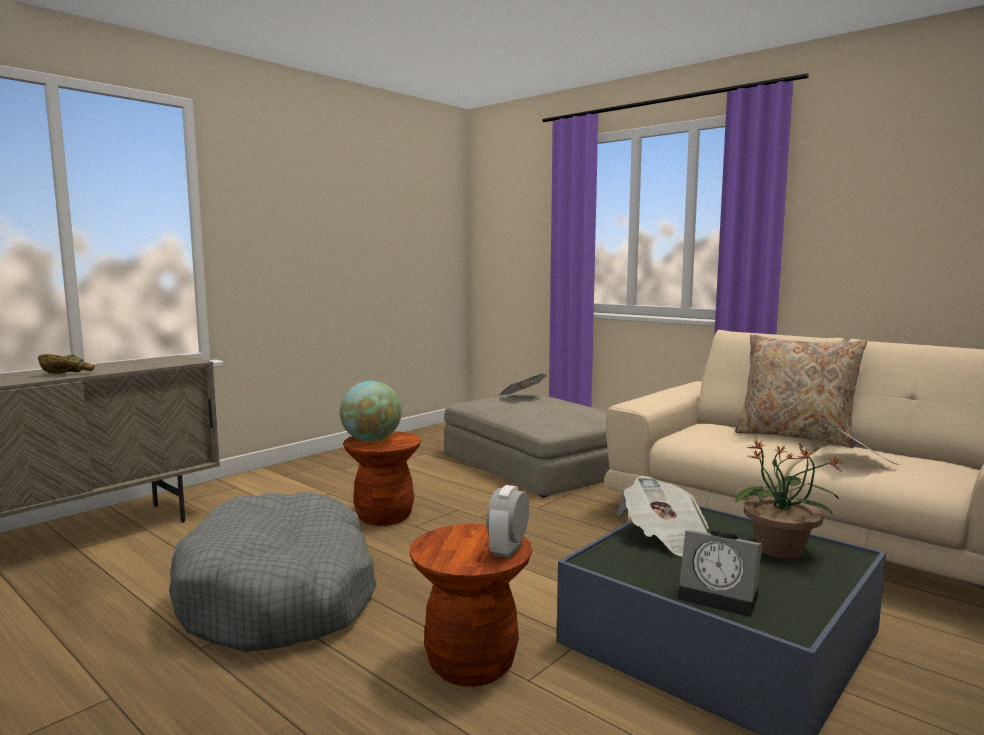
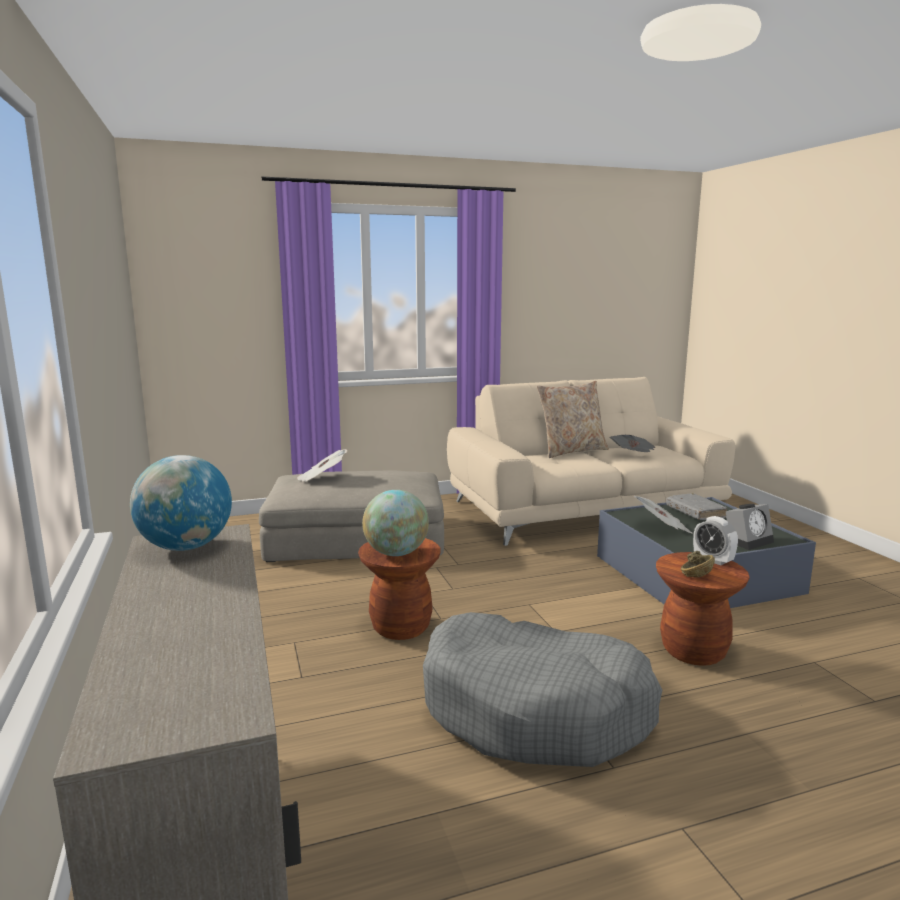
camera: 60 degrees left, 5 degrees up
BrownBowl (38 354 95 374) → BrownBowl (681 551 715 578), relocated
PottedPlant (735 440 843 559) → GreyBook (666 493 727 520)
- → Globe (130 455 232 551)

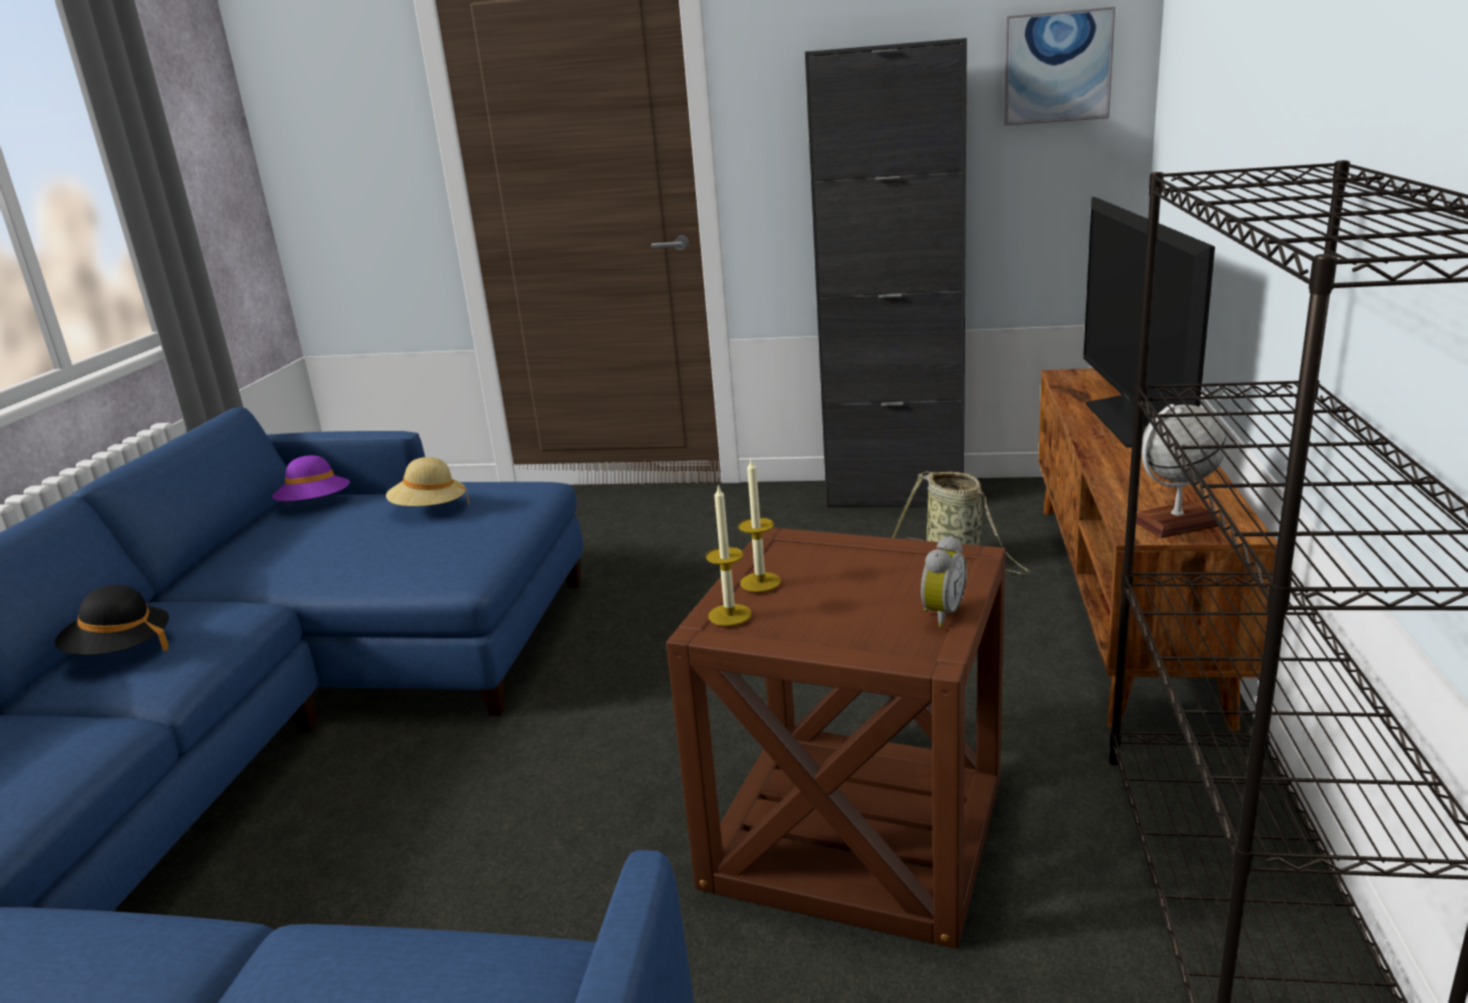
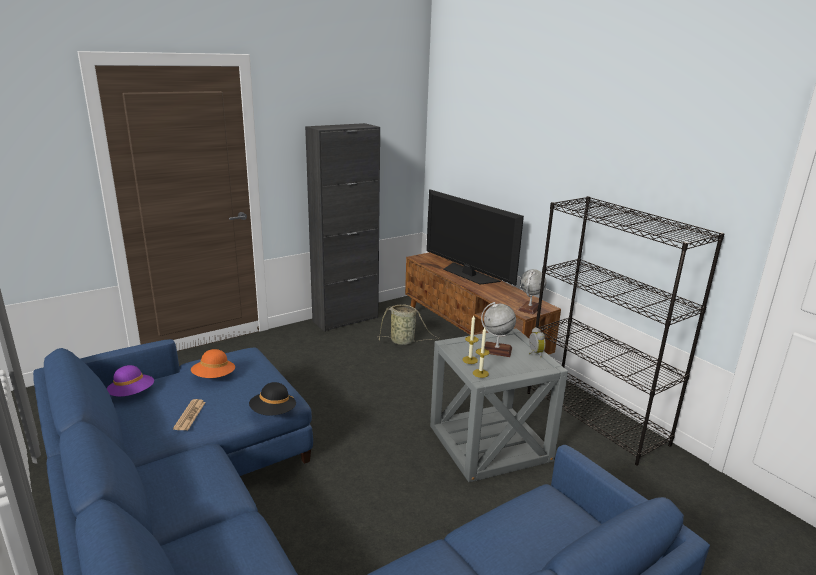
camera: 45 degrees left, 0 degrees up
BlackHat (55 585 169 655) → BlackHat (249 382 296 416), relocated
BeigeHat (386 457 469 506) → OrangeHat (191 349 235 378)
BrownSideTable (666 527 1006 949) → GreySideTable (430 328 568 482)
Picture (1004 7 1115 126) → -
- → Newspaper (173 399 206 430)
- → Globe (481 302 516 357)

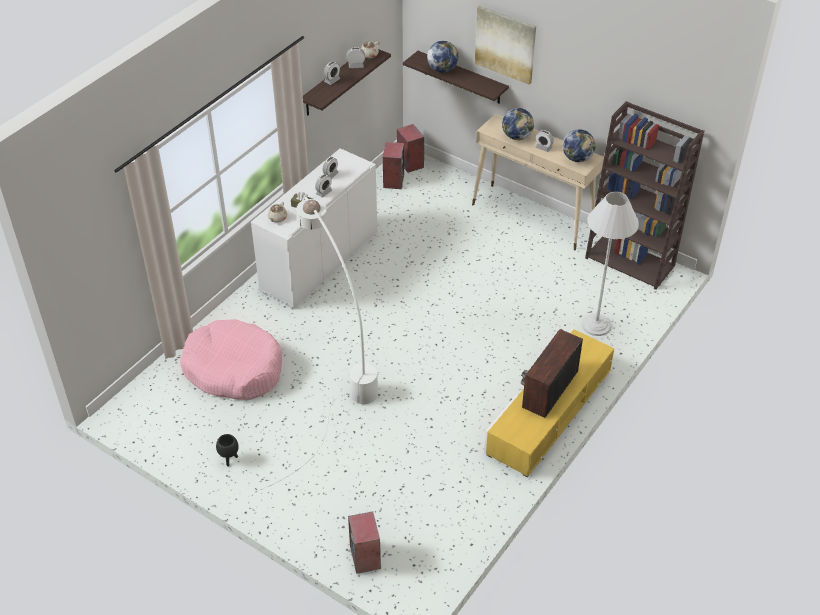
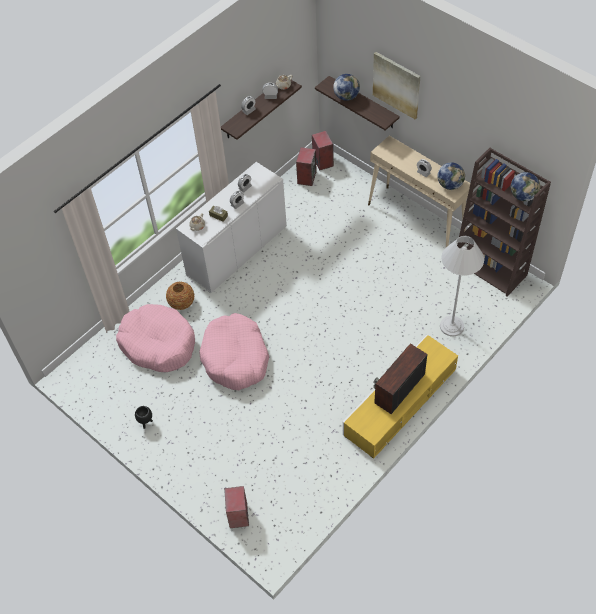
camera: 10 degrees right, 10 degrees up
WhiteFloorLamp (255 197 378 492) → PinkDogBed (199 313 269 390)
Globe (502 108 534 140) → Globe (511 172 541 202), relocated
- → Vase (166 282 194 310)

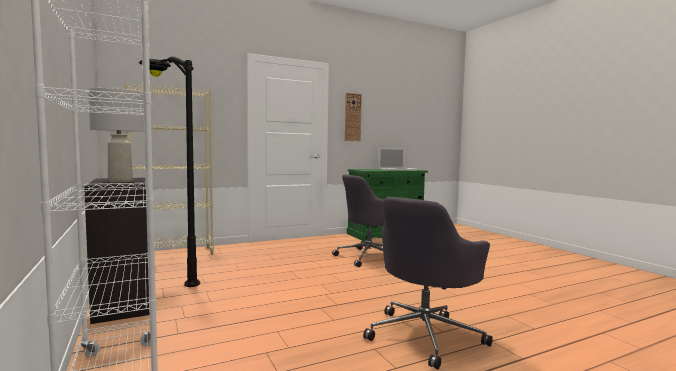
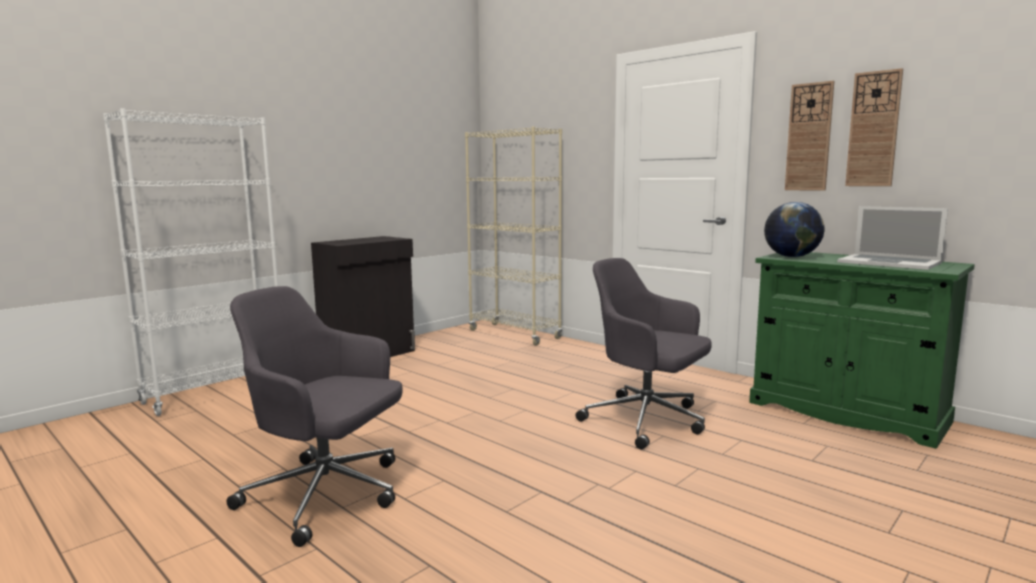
camera: 70 degrees right, 5 degrees up
GreyTableLamp (88 88 144 183) → -
BlackFloorLamp (139 56 200 287) → -
- → Globe (764 202 824 257)
- → WallClock (845 68 903 186)

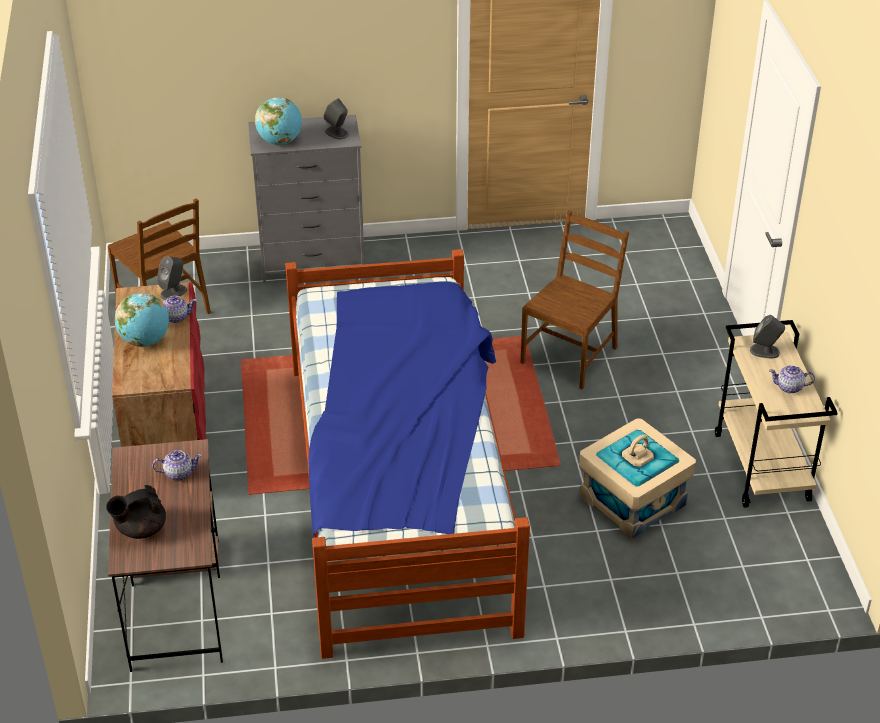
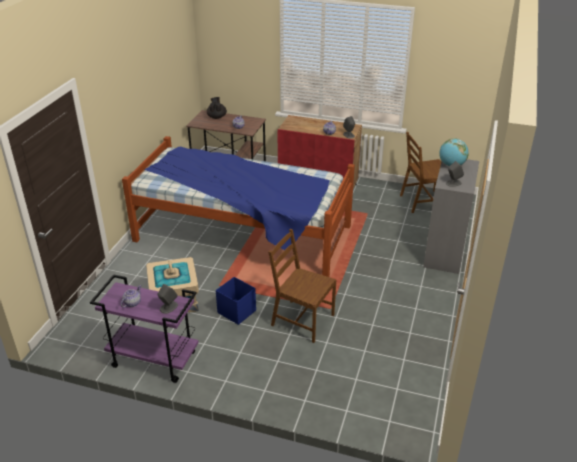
camera: 115 degrees right, 5 degrees down
Globe (115 293 169 347) → -
BrownChair (521 210 629 389) → BrownChair (268 229 336 343), 150 degrees clockwise
BeigeCart (715 320 838 508) → PurpleCart (90 274 199 383)
- → BlueStorageBox (216 277 256 325)

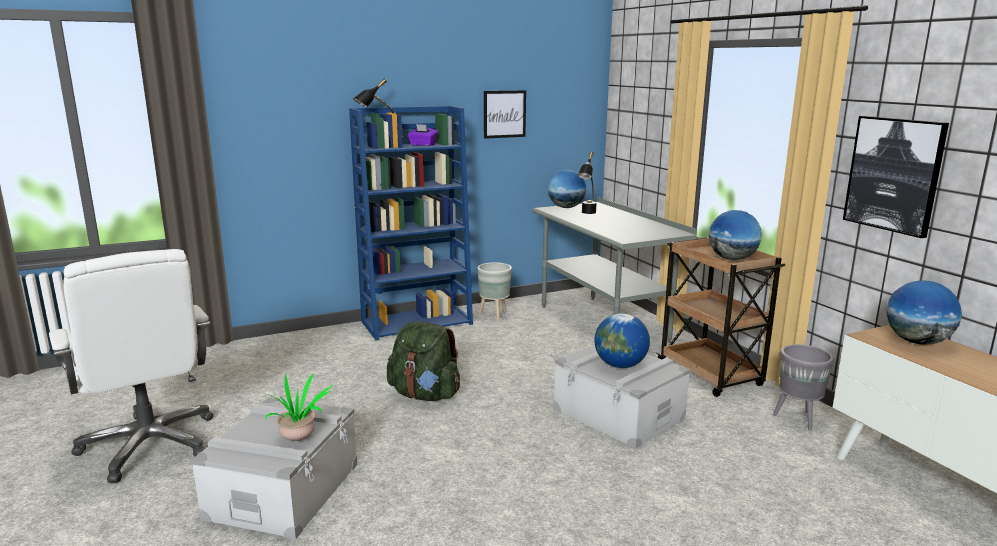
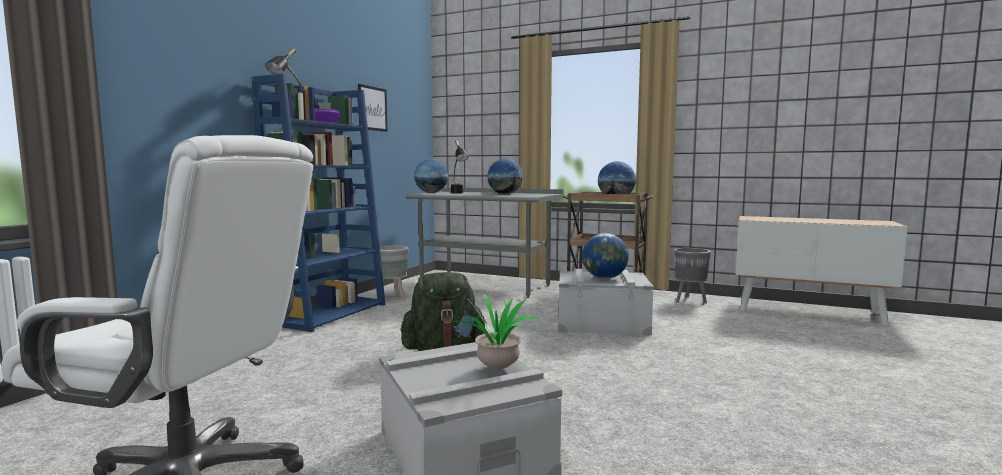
camera: 40 degrees left, 10 degrees down
Picture (843 116 949 238) → -
Globe (886 280 962 345) → Globe (487 159 523 194), relocated

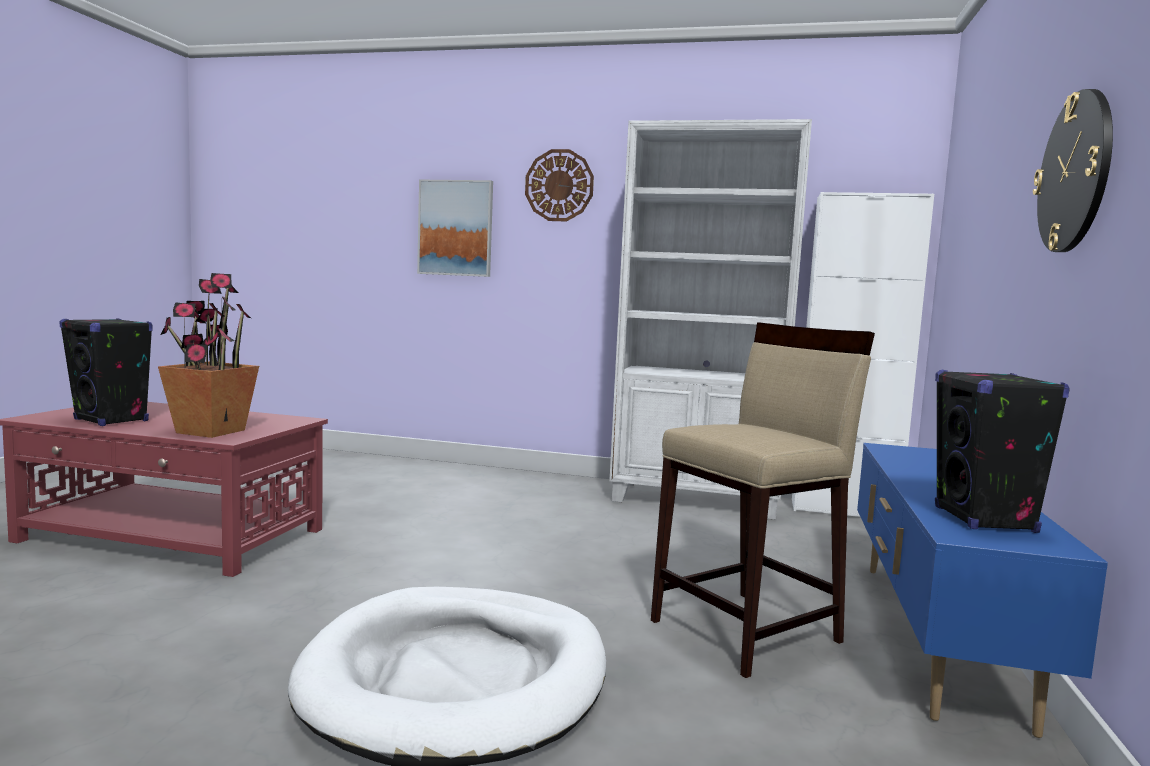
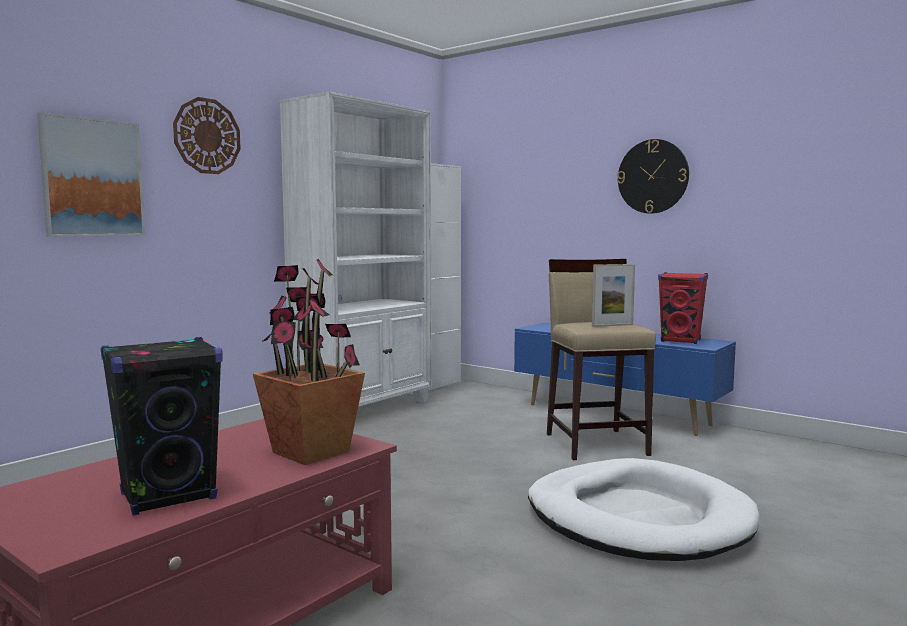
camera: 65 degrees left, 0 degrees up
BlackSpeaker (935 370 1070 533) → RedSpeaker (658 272 708 344)
- → PictureFrame (592 264 635 327)

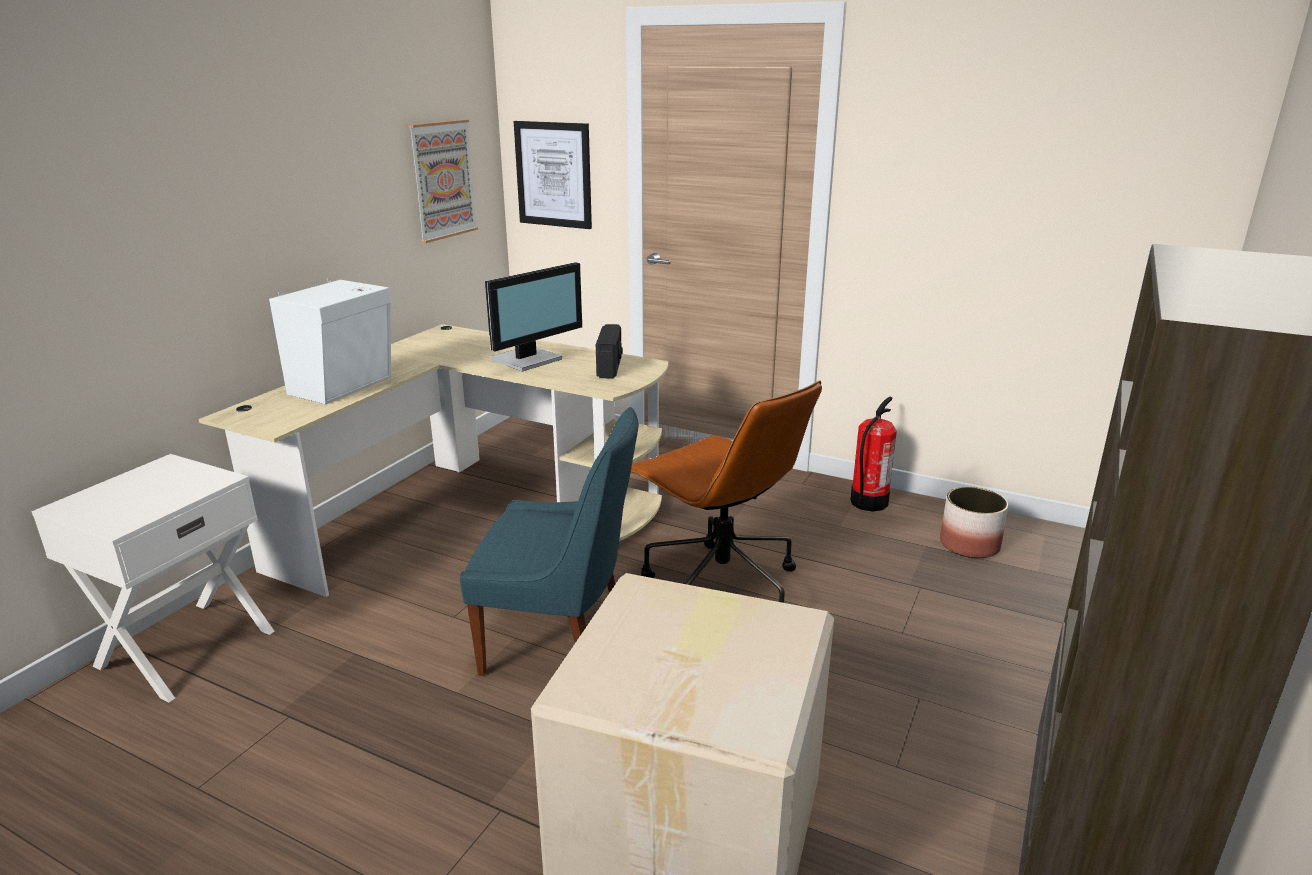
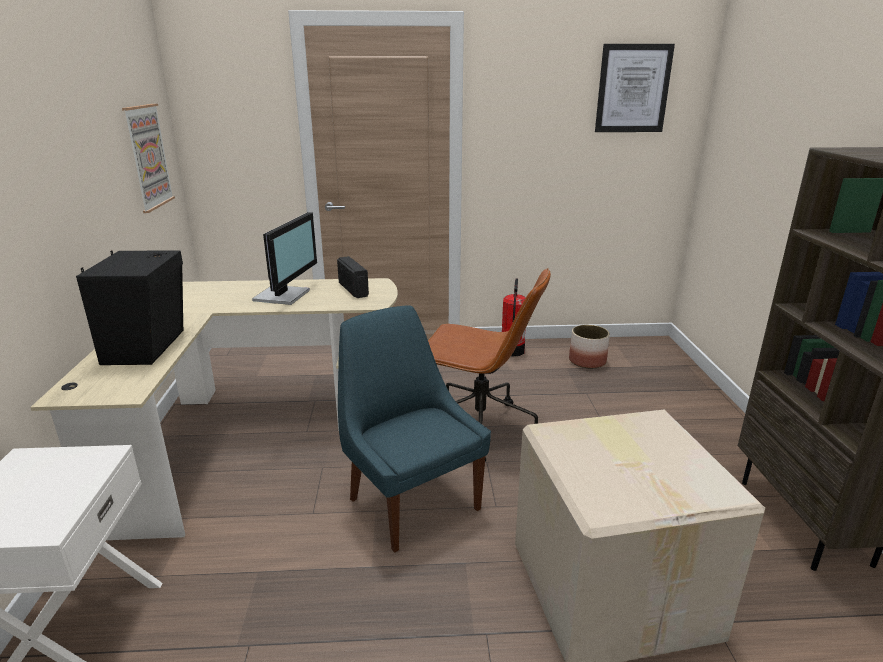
camera: 30 degrees left, 0 degrees up
WhiteSpeaker (269 278 391 404) → BlackSpeaker (76 250 183 365)
BlueChair (460 407 638 676) → BlueChair (338 305 491 553), 105 degrees counterclockwise
Picture (514 121 592 229) → Picture (595 44 675 132), relocated

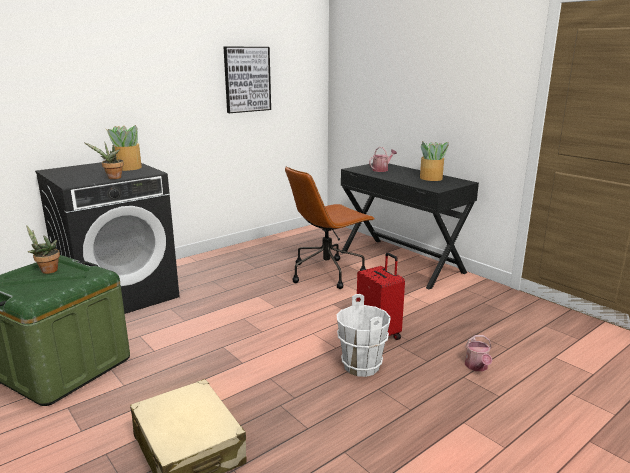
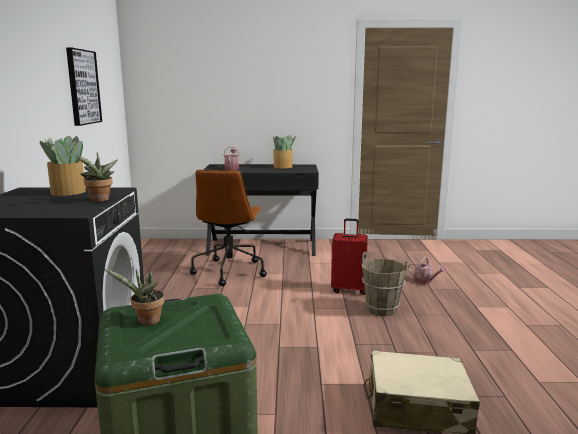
camera: 50 degrees left, 5 degrees down
WhiteBucket (337 294 391 377) → BrownBucket (362 252 408 316)

